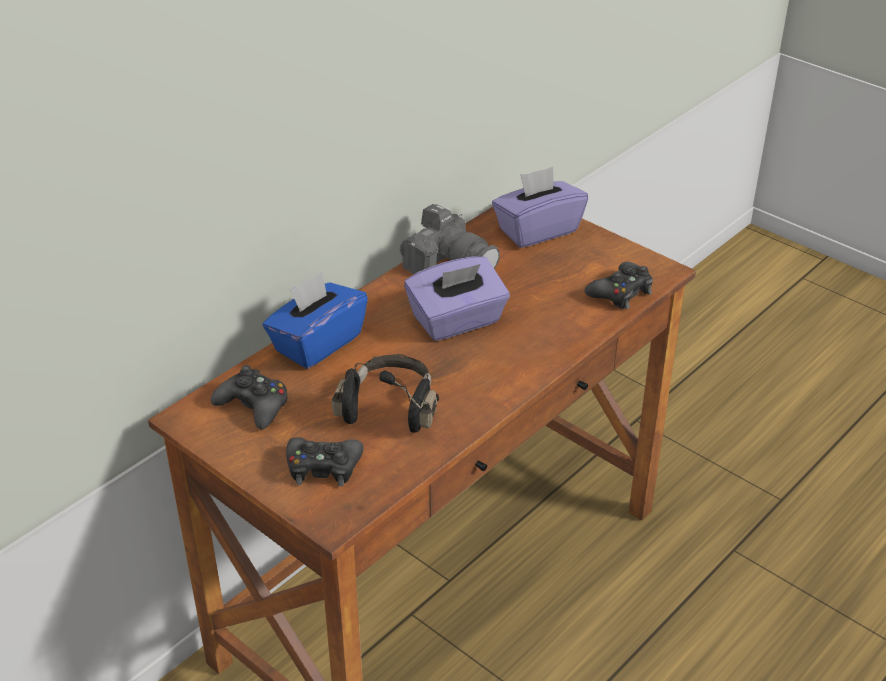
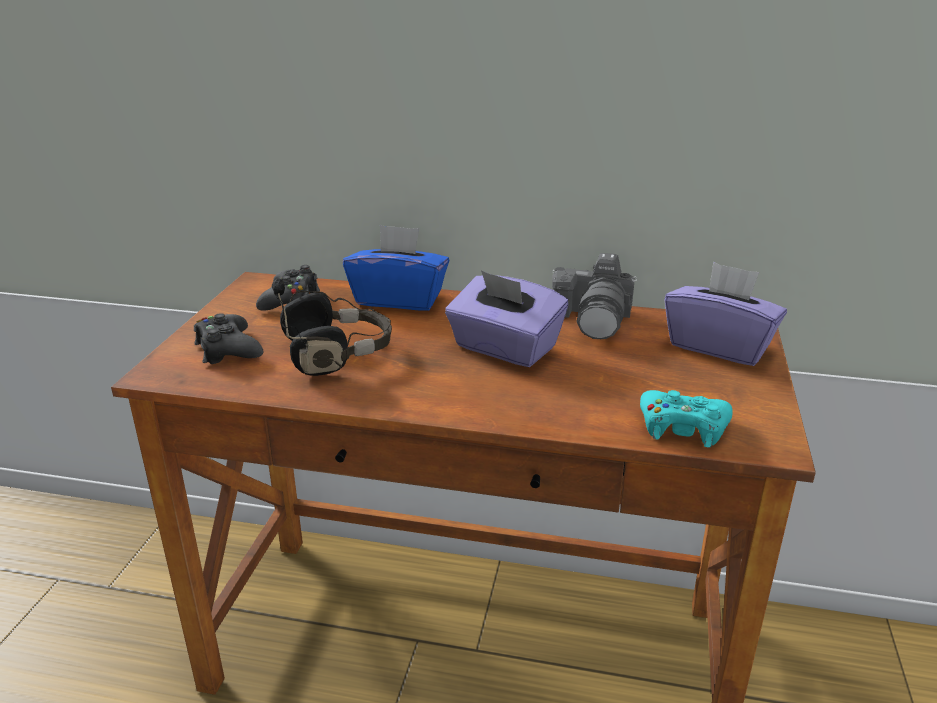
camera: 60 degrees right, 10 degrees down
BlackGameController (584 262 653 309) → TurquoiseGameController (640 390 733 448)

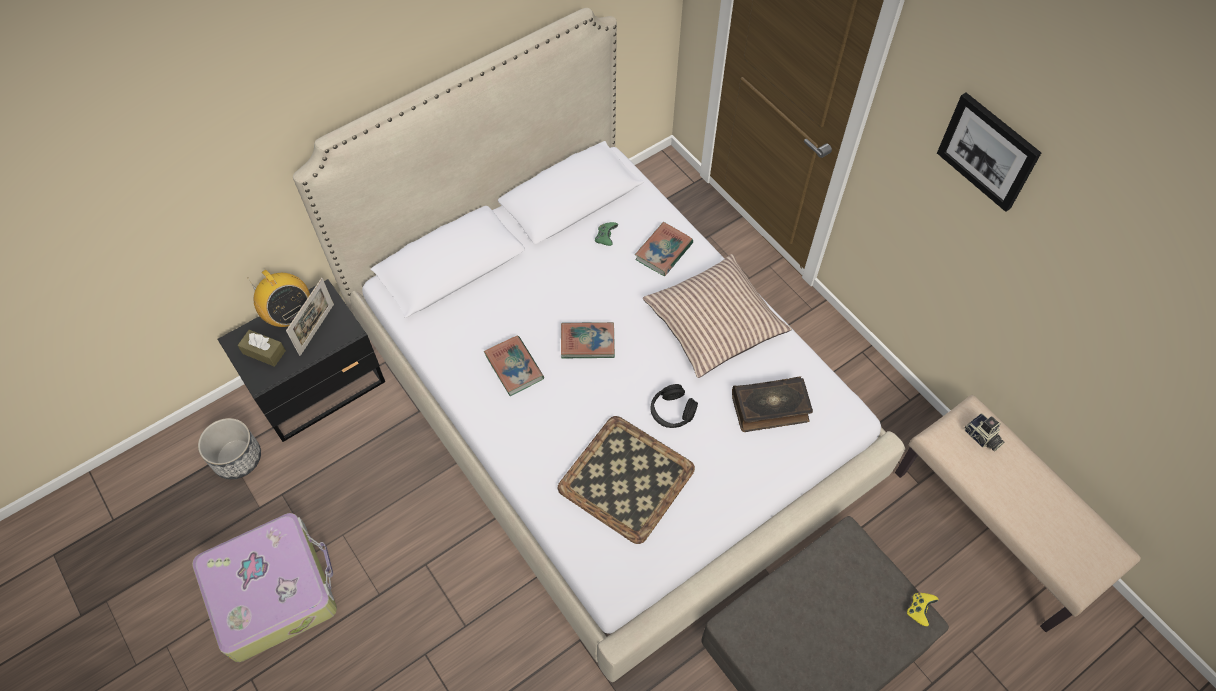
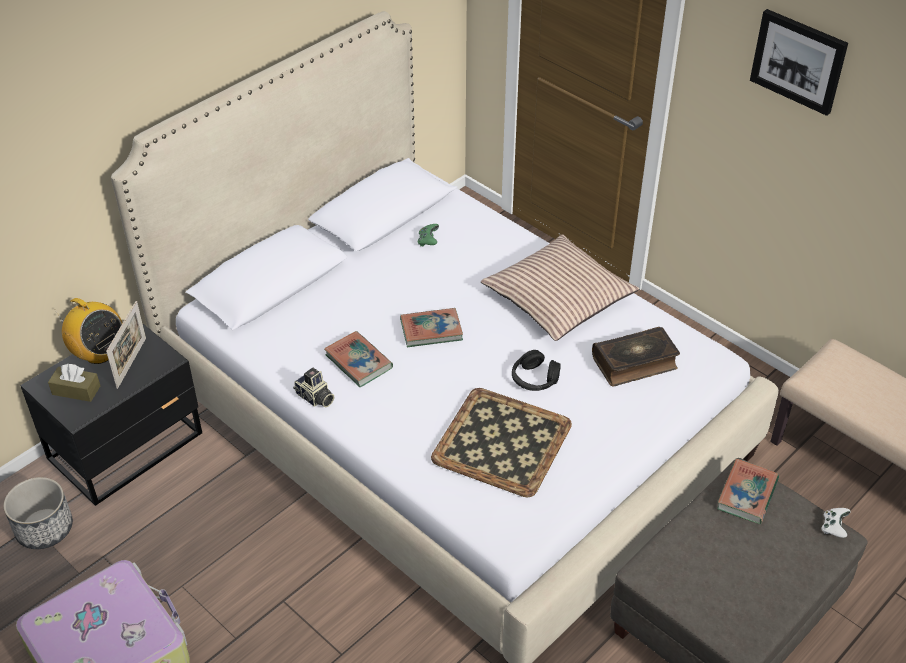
camera: 10 degrees left, 15 degrees down
Book (635 222 693 276) → Book (717 459 779 524), relocated
YellowGameController (907 593 939 626) → WhiteGameController (822 508 851 538)
PhotoCamera (965 414 1005 452) → PhotoCamera (293 367 334 407), relocated

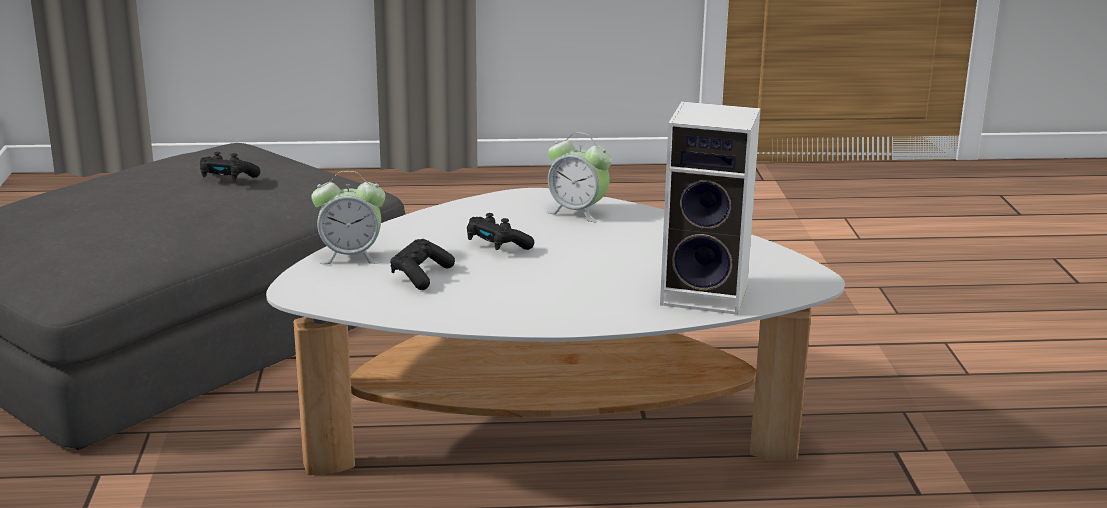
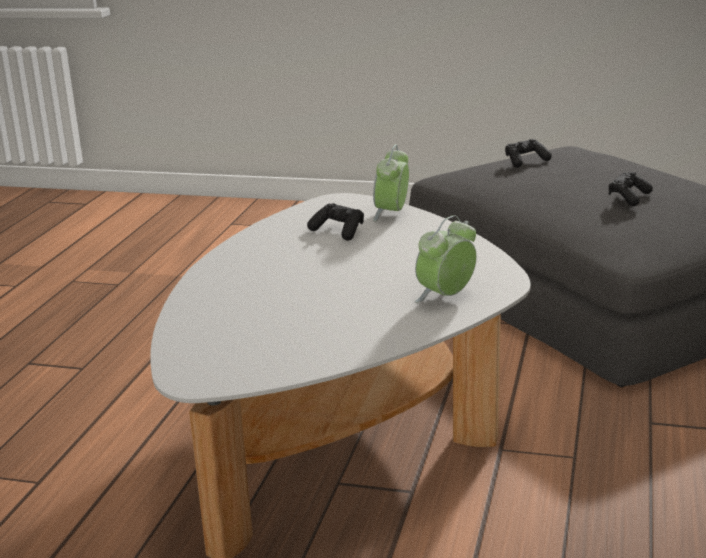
camera: 110 degrees right, 0 degrees up
BlackGameController (467 213 534 250) → BlackGameController (505 139 552 168), relocated
Speaker (660 101 760 315) → -

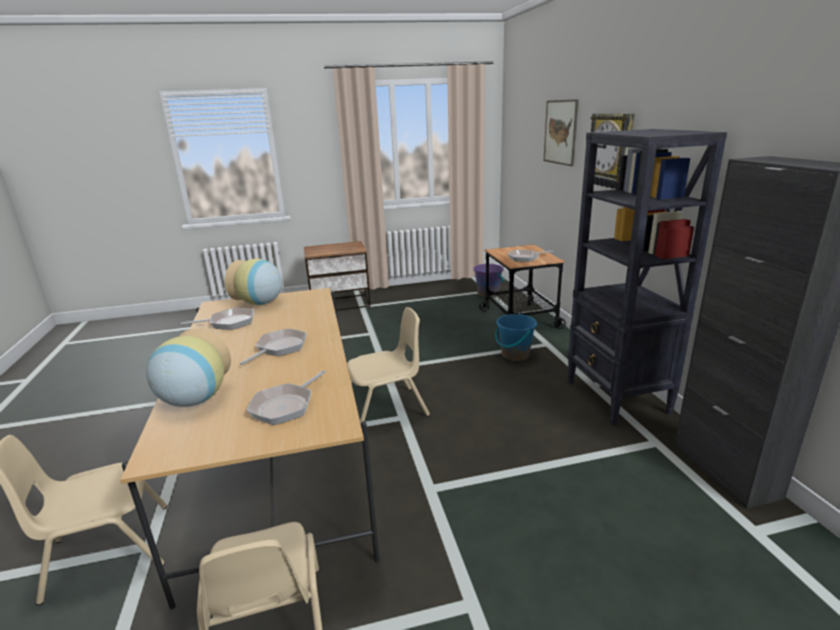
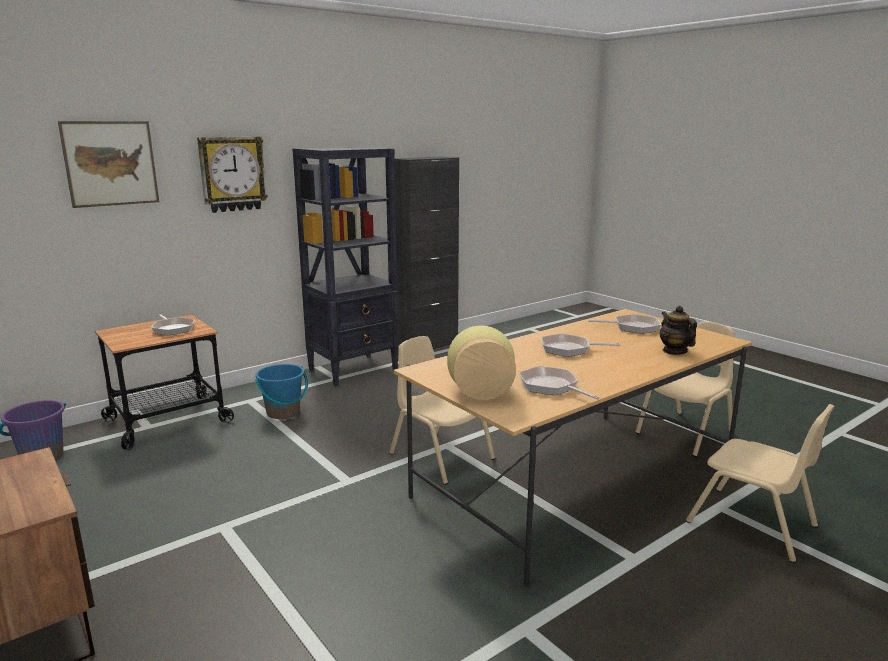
camera: 115 degrees left, 5 degrees down
Vase (146 329 231 407) → Teapot (660 306 697 355)

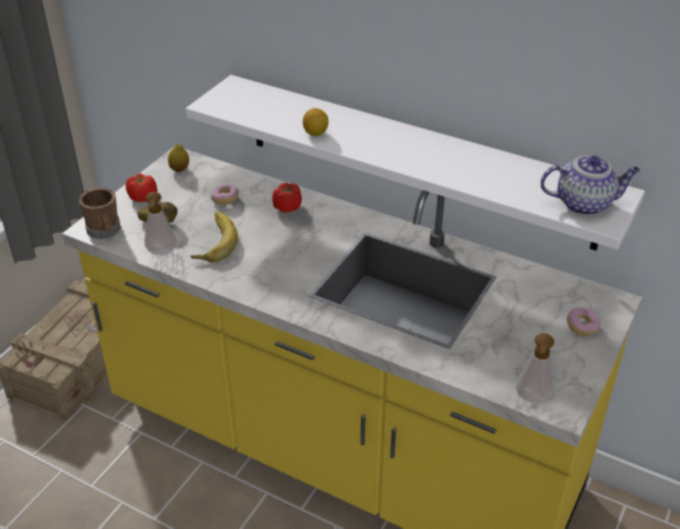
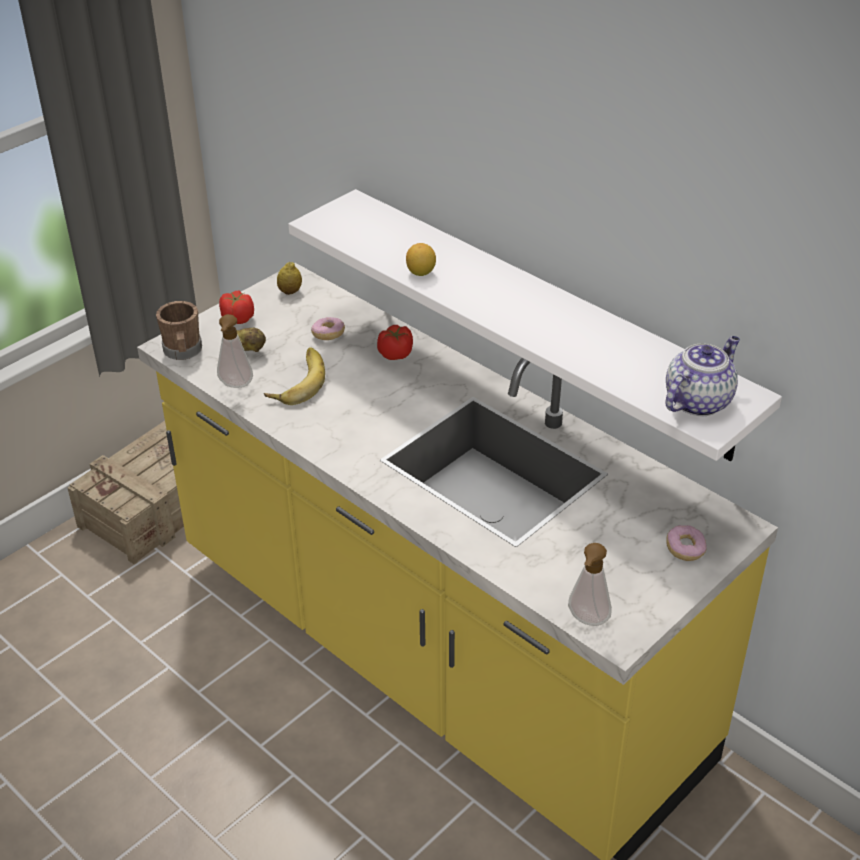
camera: 15 degrees right, 0 degrees up
Teapot (540 155 640 215) → Teapot (665 336 740 416), 60 degrees counterclockwise

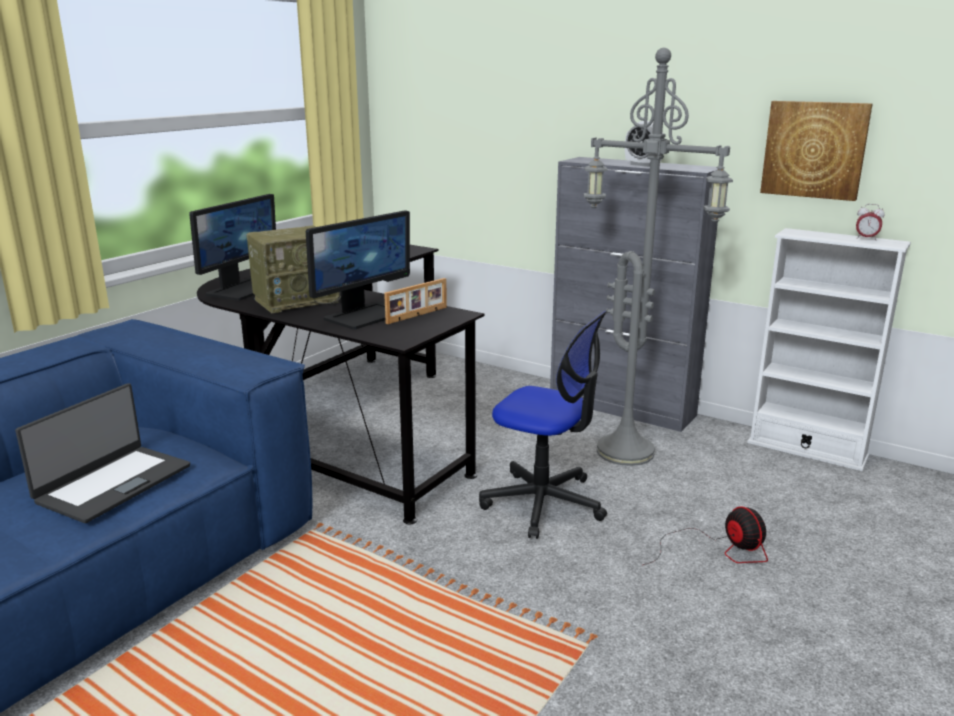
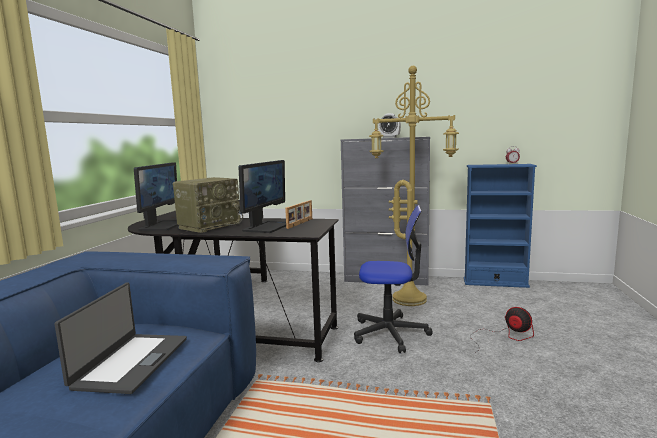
camera: 20 degrees left, 10 degrees down
GreyFloorLamp (584 48 733 466) → YellowFloorLamp (369 66 459 306)
WhiteBookcase (747 228 911 471) → BlueBookcase (464 164 537 288)
Picture (760 101 872 201) → -

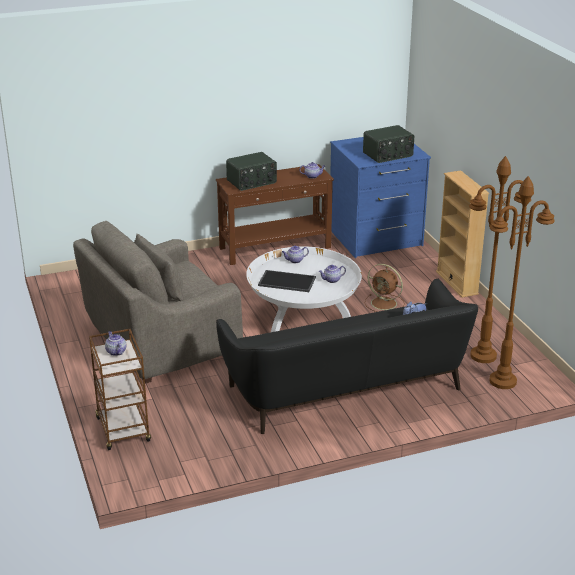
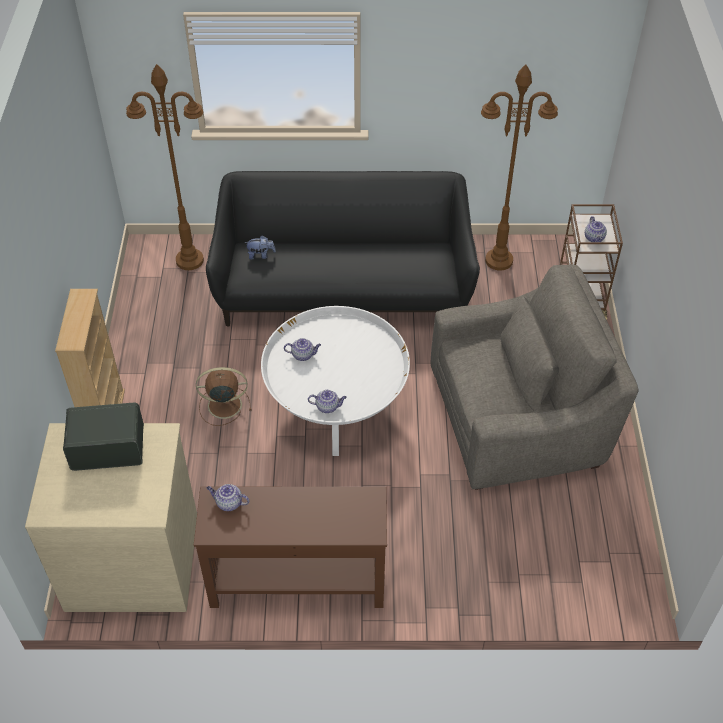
camera: 160 degrees left, 20 degrees up
Radio (226 152 277 191) → -
Tray (258 270 316 292) → -
BlueDresser (330 137 431 258) → BeigeDresser (25 423 197 612)
BrownFan (365 264 405 312) → BrownFan (196 367 252 426), 60 degrees counterclockwise
BrownFloorLamp (469 156 531 363) → BrownFloorLamp (481 64 558 271), relocated

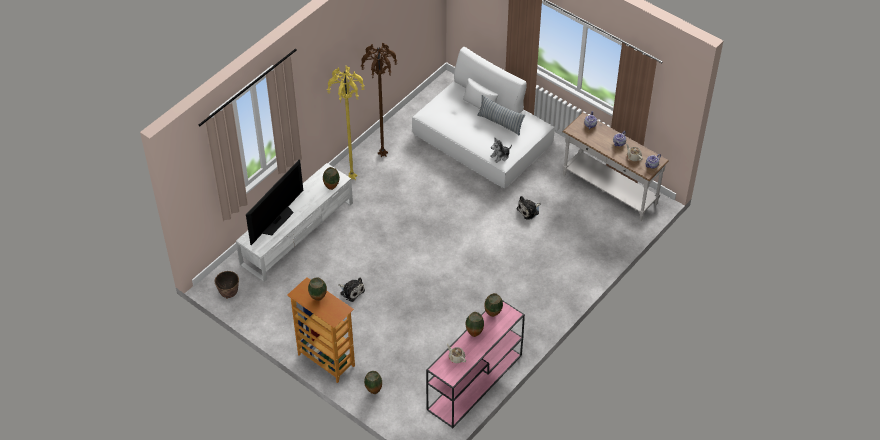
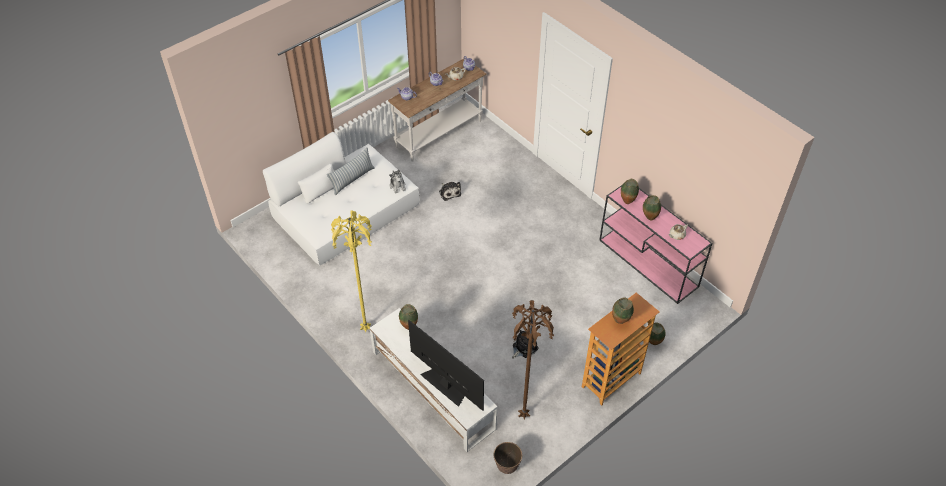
camera: 80 degrees left, 0 degrees up
BrownFloorLamp (361 43 398 157) → BrownFloorLamp (512 300 554 419), relocated

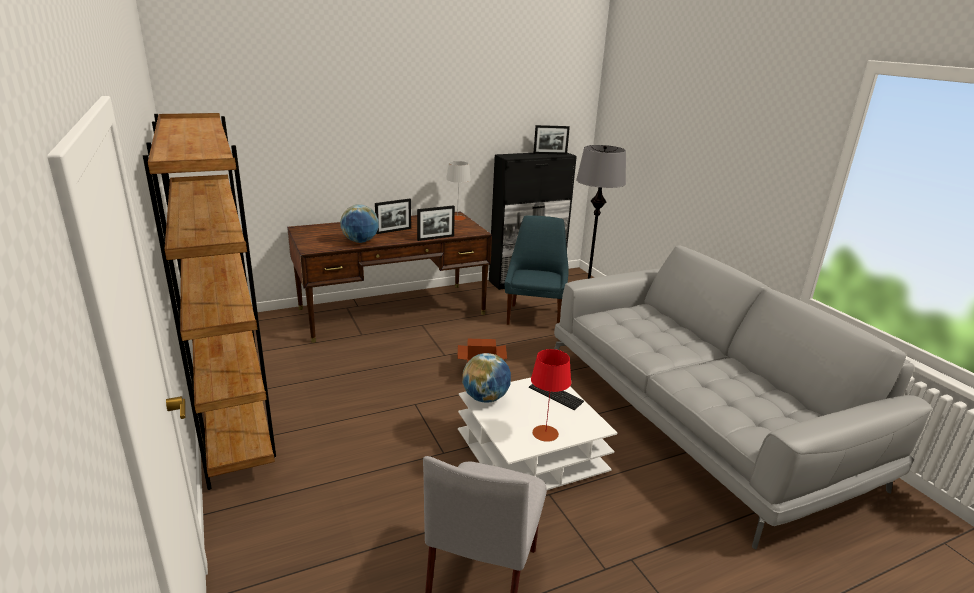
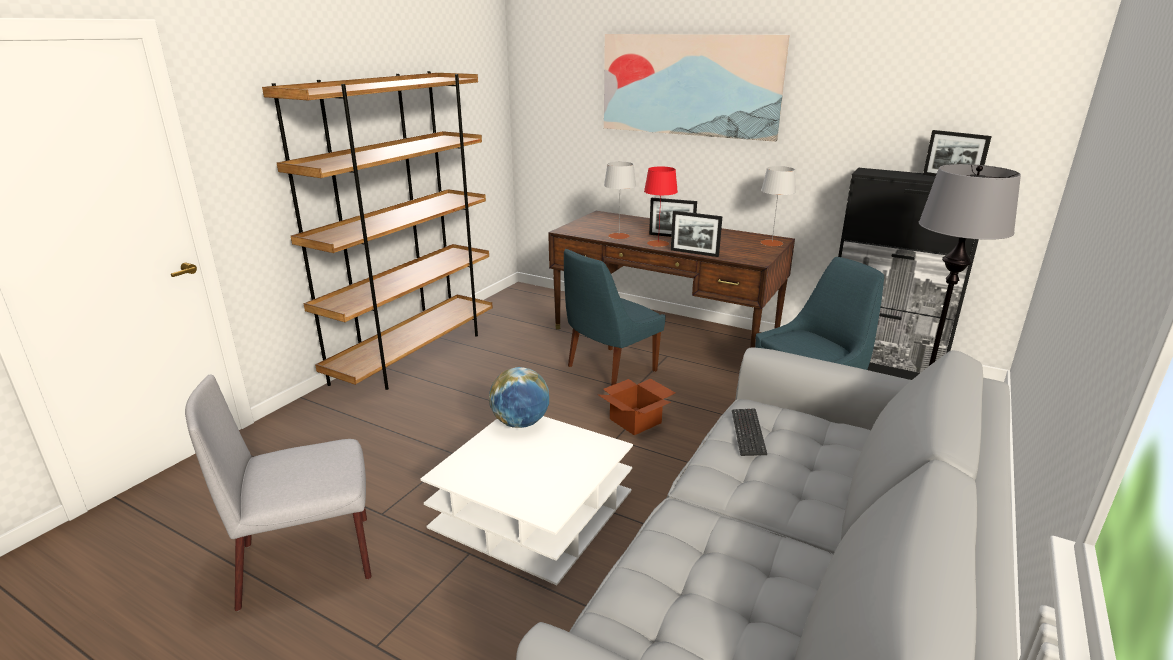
camera: 55 degrees right, 0 degrees up
Globe (340 204 379 243) → GreyTableLamp (604 161 636 239)
Keyboard (529 384 584 410) → Keyboard (732 409 767 456), relocated
RedTableLamp (531 349 571 442) → RedTableLamp (644 167 678 247), relocated
- → BlueChair (564 249 666 386)
- → Picture (604 34 789 142)

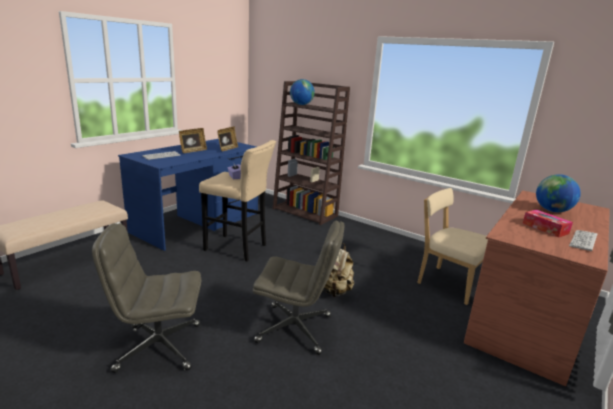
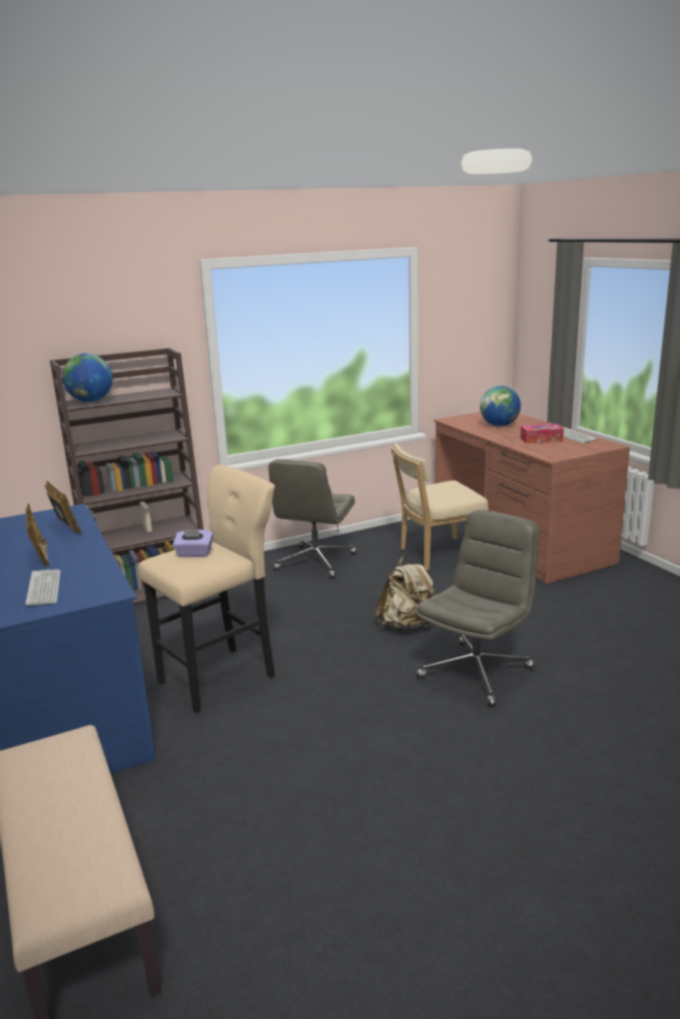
camera: 60 degrees left, 0 degrees up
GreyOfficeChair (92 223 201 373) → GreyOfficeChair (268 459 357 579), relocated

